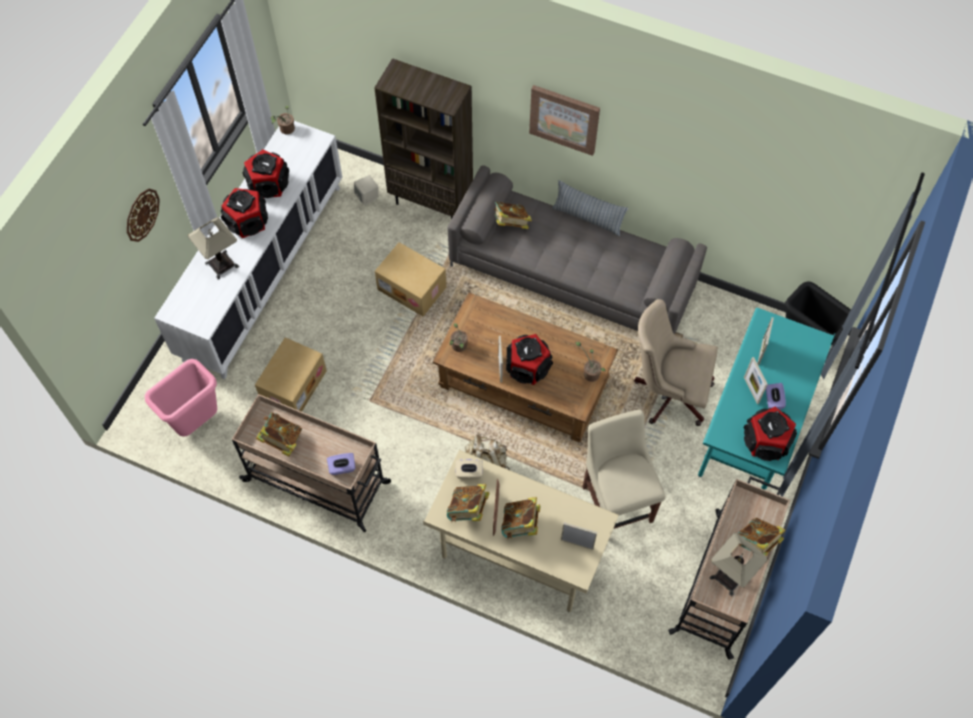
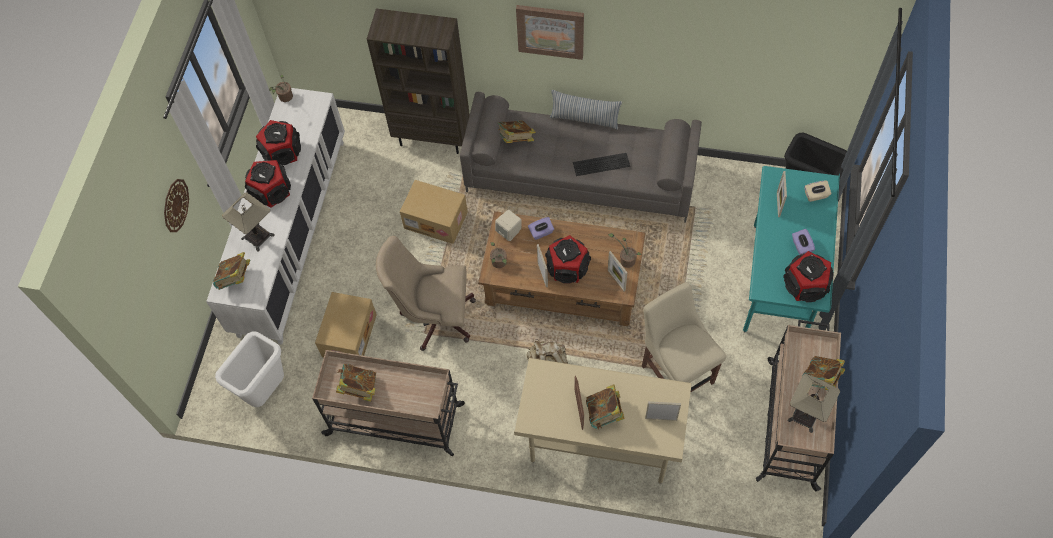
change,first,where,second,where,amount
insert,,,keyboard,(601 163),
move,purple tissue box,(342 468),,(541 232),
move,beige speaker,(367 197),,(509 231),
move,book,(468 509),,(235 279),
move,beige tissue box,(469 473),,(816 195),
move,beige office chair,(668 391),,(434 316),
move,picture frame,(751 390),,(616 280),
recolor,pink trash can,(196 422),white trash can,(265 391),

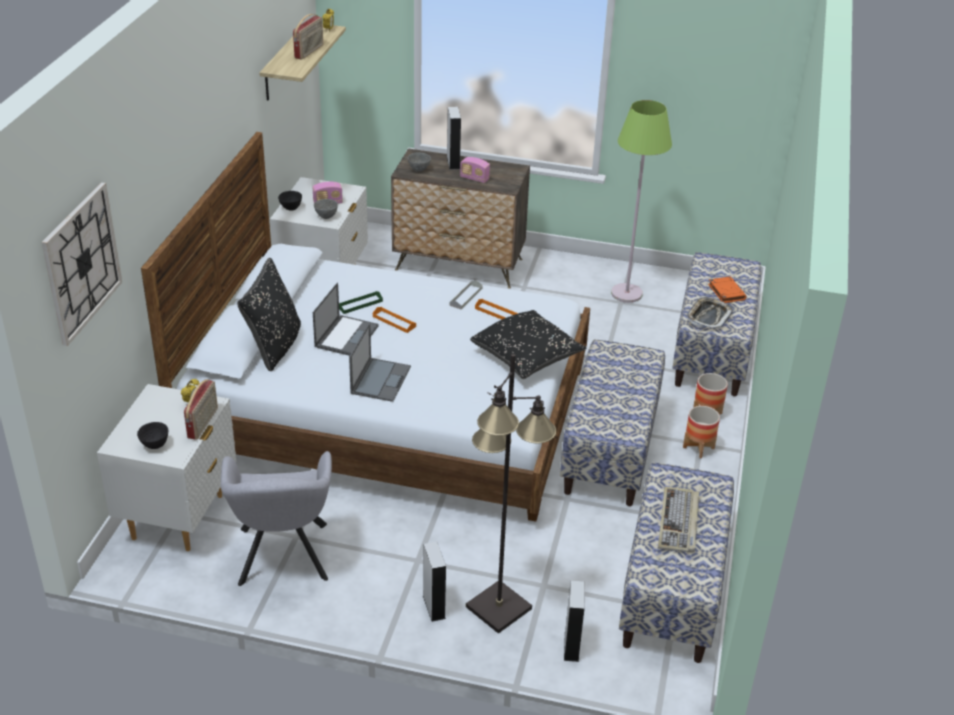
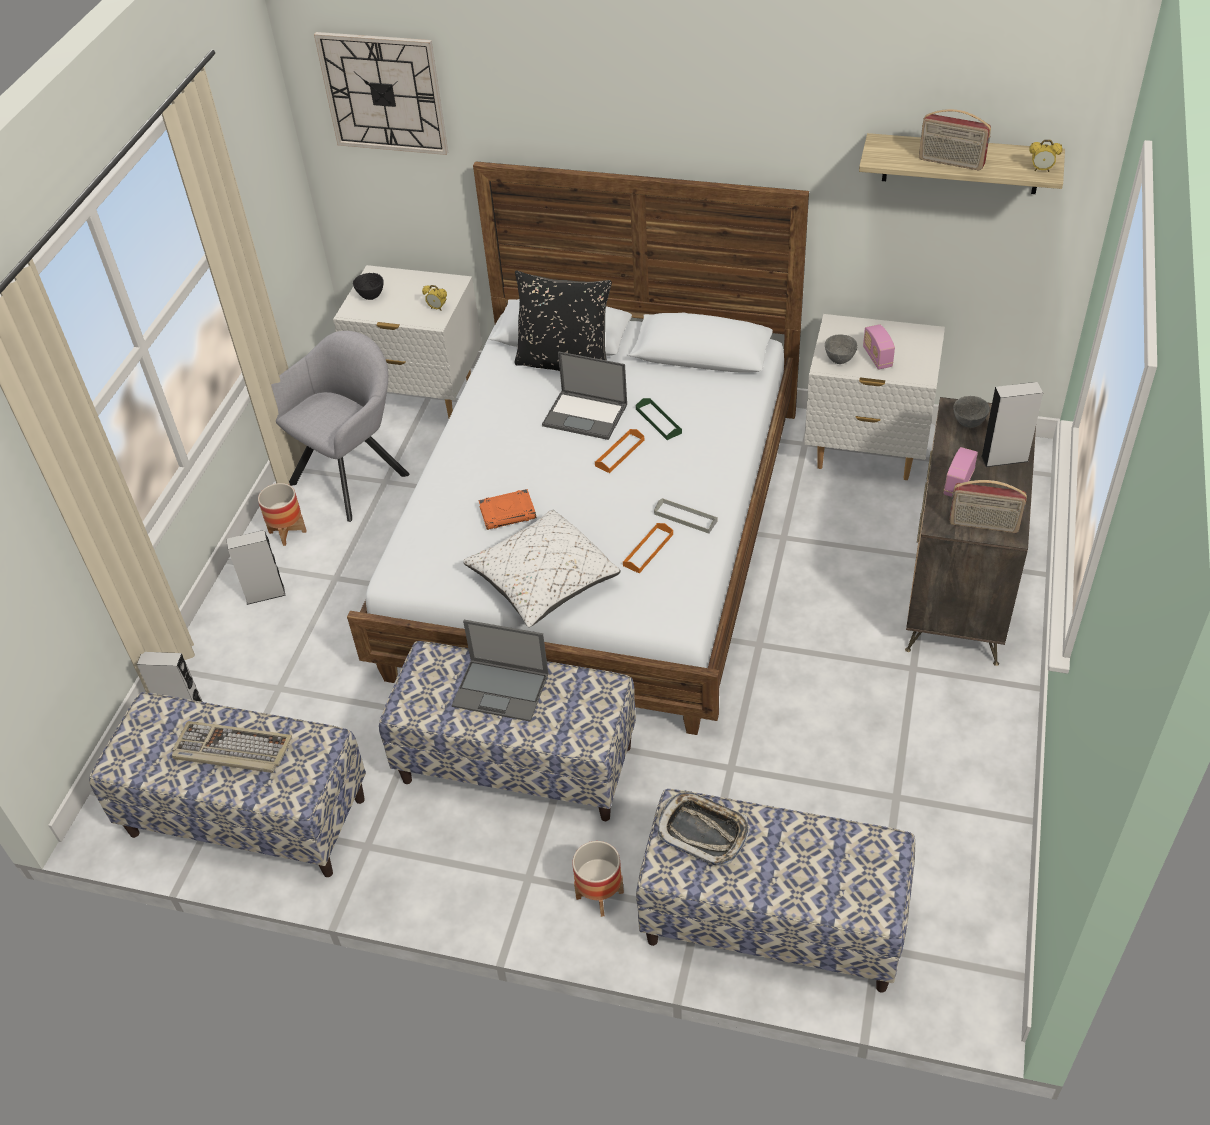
change,first,where,second,where,amount
delete,black bowl,(291 208),,,
delete,black floor lamp,(497 608),,,
delete,green floor lamp,(626 294),,,
move,radio,(203 423),,(983 525),
move,laptop,(380 379),,(502 690),
move,planter,(698 448),,(287 532),
move,orange book,(726 292),,(508 512),
recolor,black pillow,(527 357),white pillow,(543 582),
rotate,grey armchair,(282 558),,(354 475),135 degrees clockwise

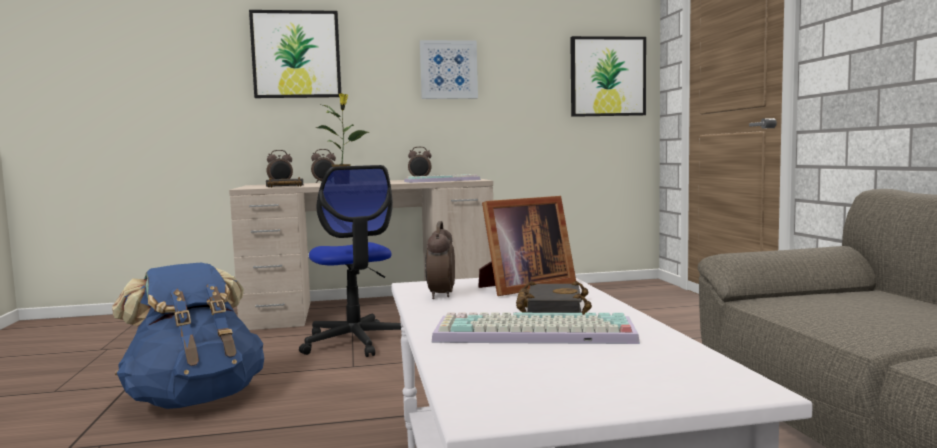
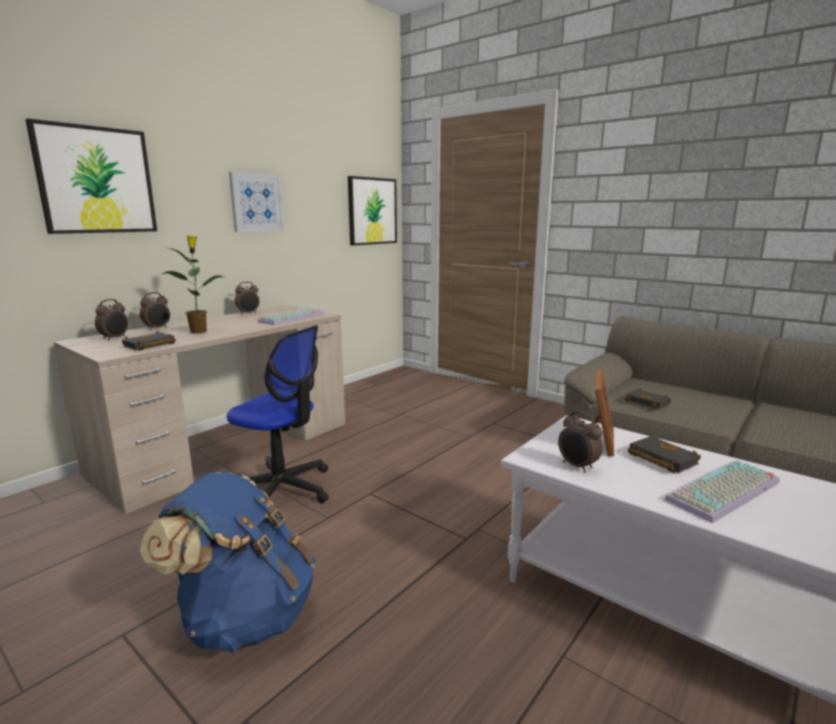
change,first,where,second,where,amount
insert,,,black book,(649 402),

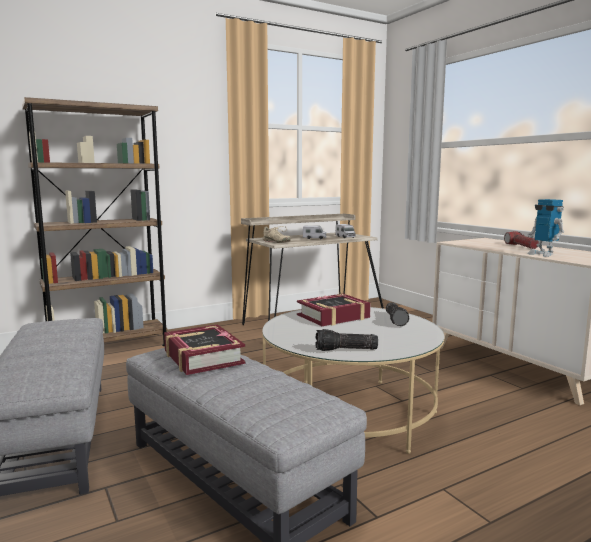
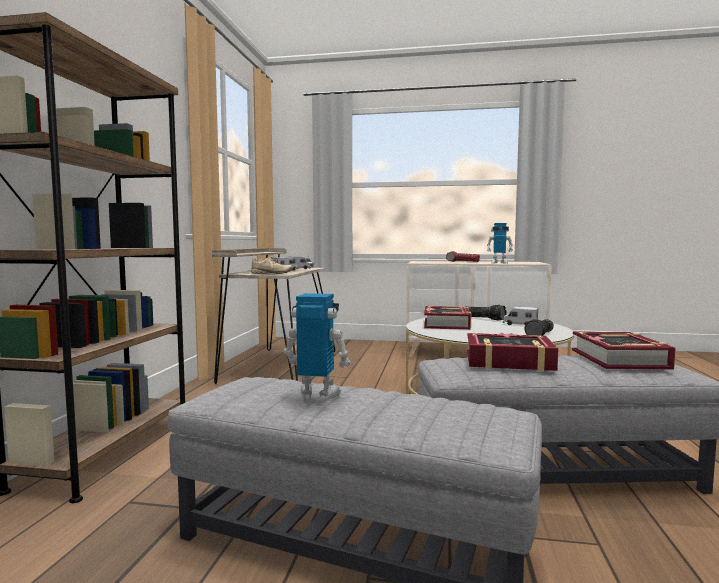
change,first,where,second,where,amount
insert,,,toy robot,(317 397),
insert,,,toy truck,(520 324),
insert,,,book,(619 359),

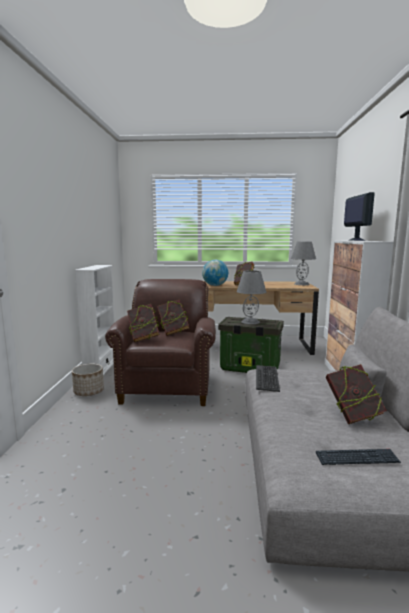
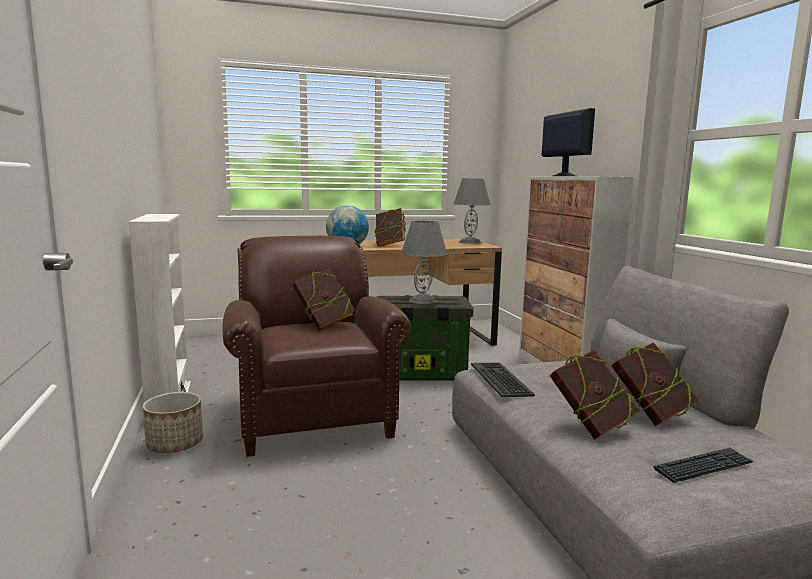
change,first,where,second,where,amount
move,book,(143 339),,(590 427),

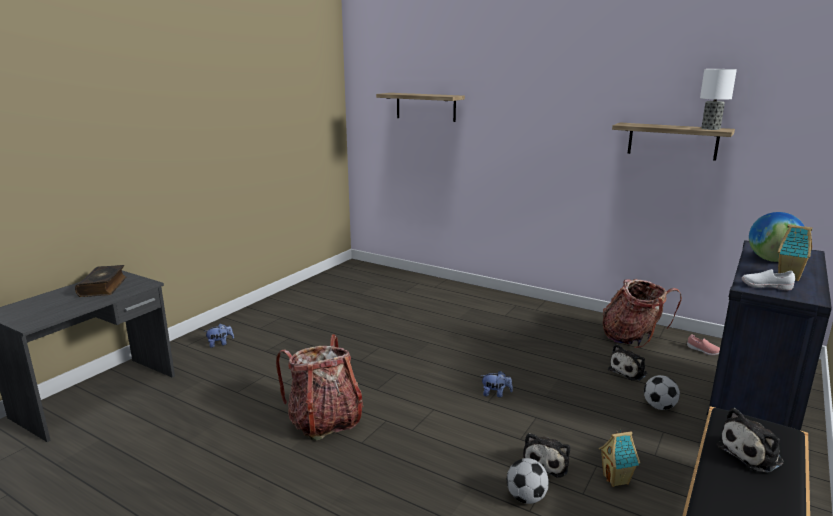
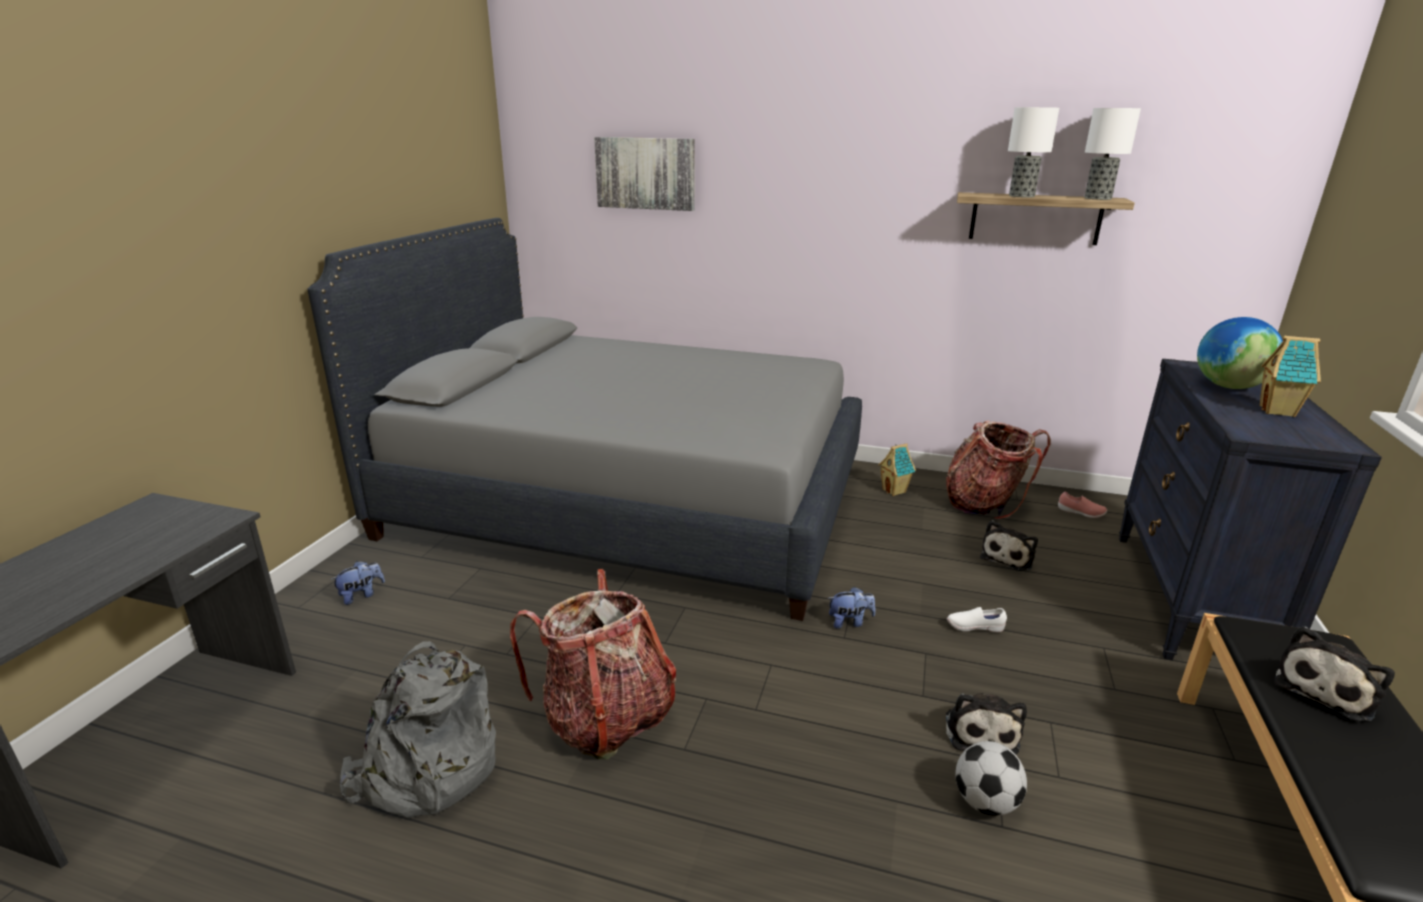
change,first,where,second,where,amount
delete,book,(104 287),,,
delete,football,(659 407),,,
insert,,,grey bed,(630 501),
insert,,,grey backpack,(426 770),
insert,,,table lamp,(1021 196),
move,toy house,(616 479),,(894 491),
move,white shoe,(765 287),,(974 627),
replace,shelf,(425 107),picture,(645 173),

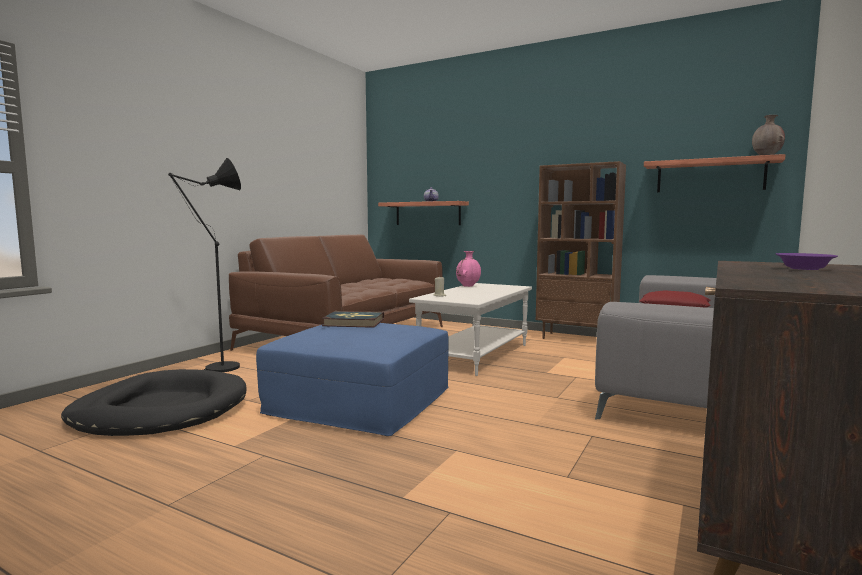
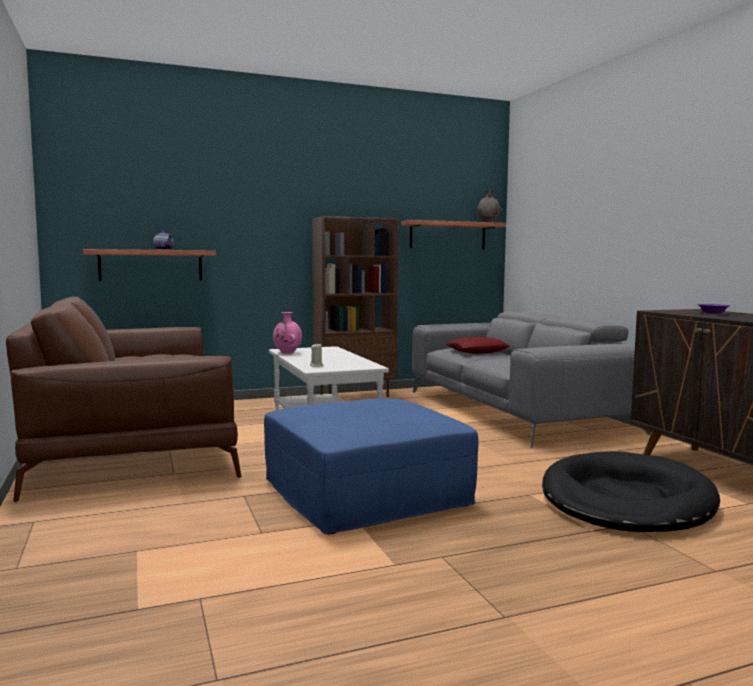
change,first,where,second,where,amount
delete,black floor lamp,(215 369),,,
delete,book,(353 322),,,
move,black dog bed,(161 410),,(626 500),

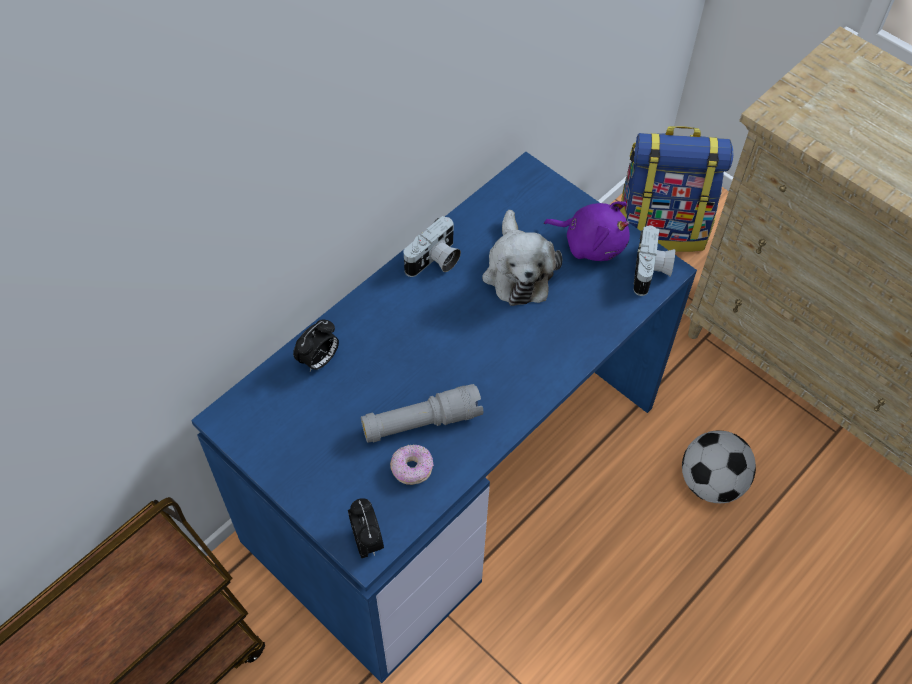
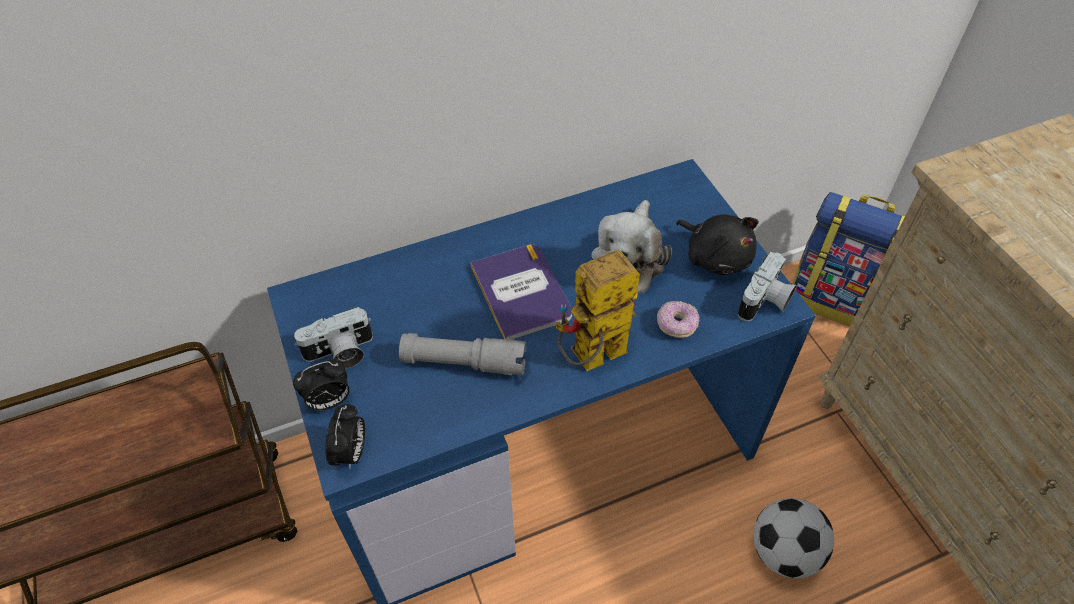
change,first,where,second,where,amount
insert,,,book,(521 292),
insert,,,toy robot,(591 360),
move,alarm clock,(319 360),,(329 401),
move,donut,(412 469),,(676 325),
move,photo camera,(435 261),,(340 353),
recolor,purple plush toy,(591 243),black plush toy,(715 256),

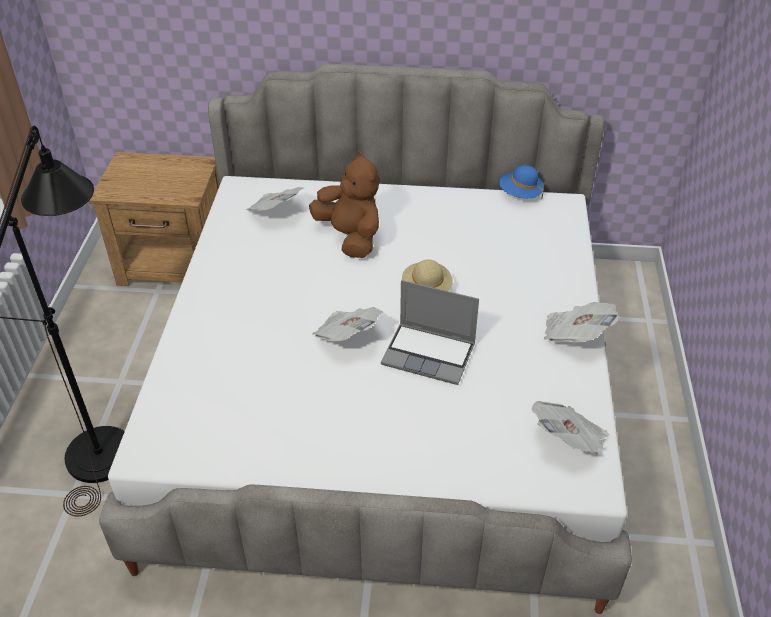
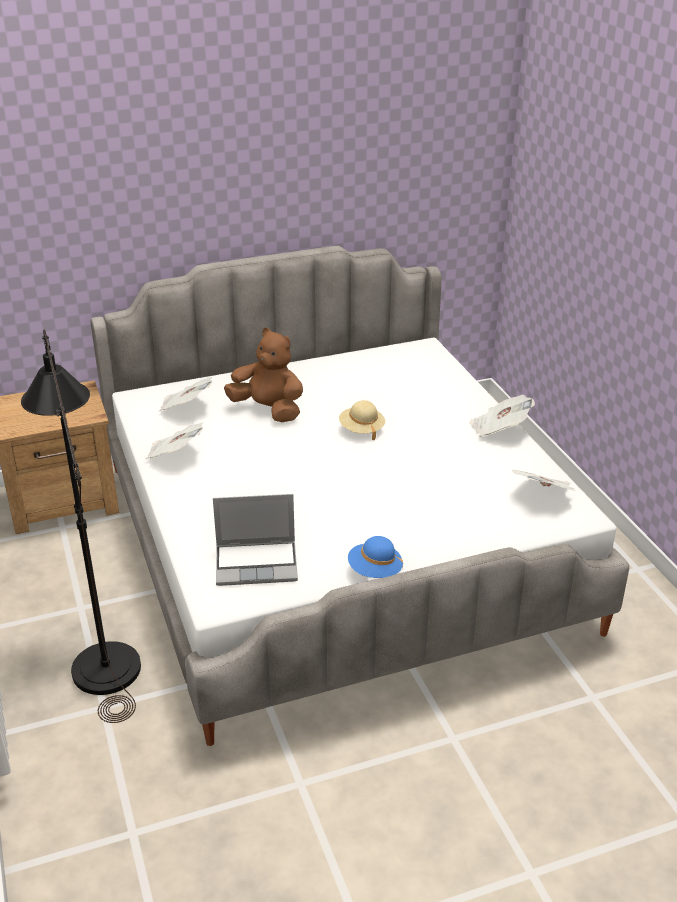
change,first,where,second,where,amount
move,newspaper,(347 336),,(175 454),
move,laptop,(430 354),,(257 563),
move,blue hat,(520 193),,(375 571),

